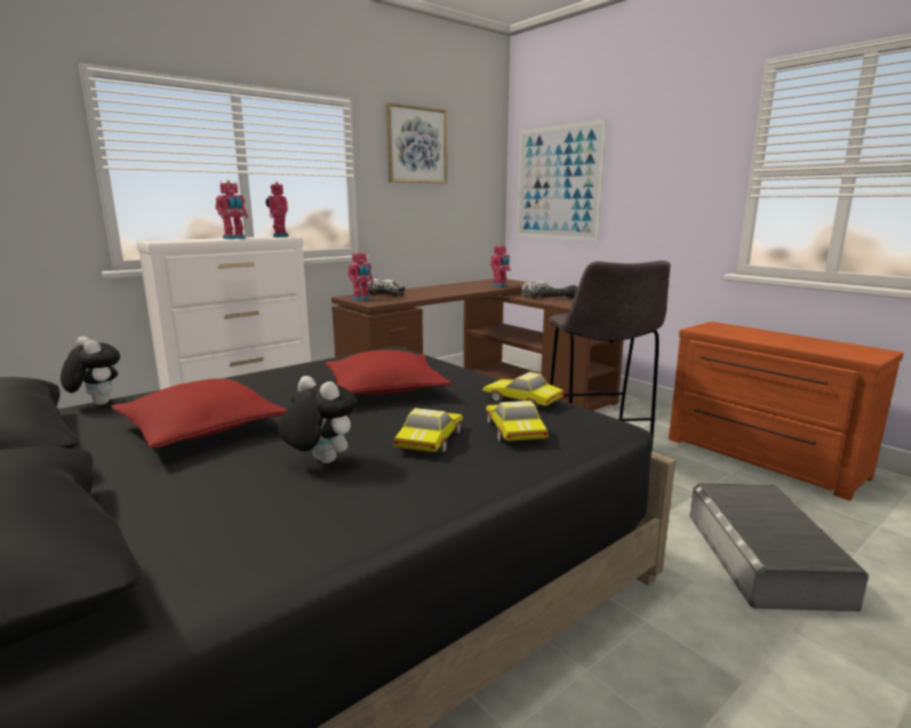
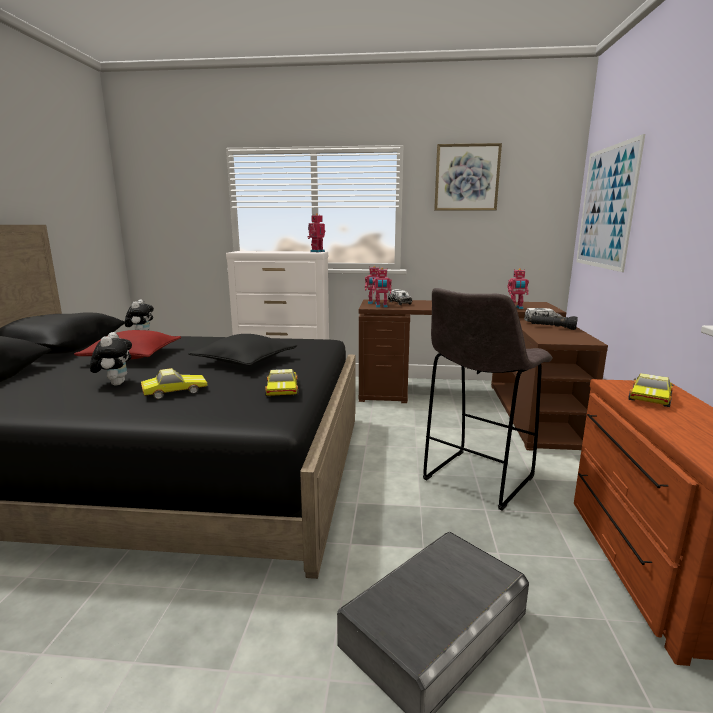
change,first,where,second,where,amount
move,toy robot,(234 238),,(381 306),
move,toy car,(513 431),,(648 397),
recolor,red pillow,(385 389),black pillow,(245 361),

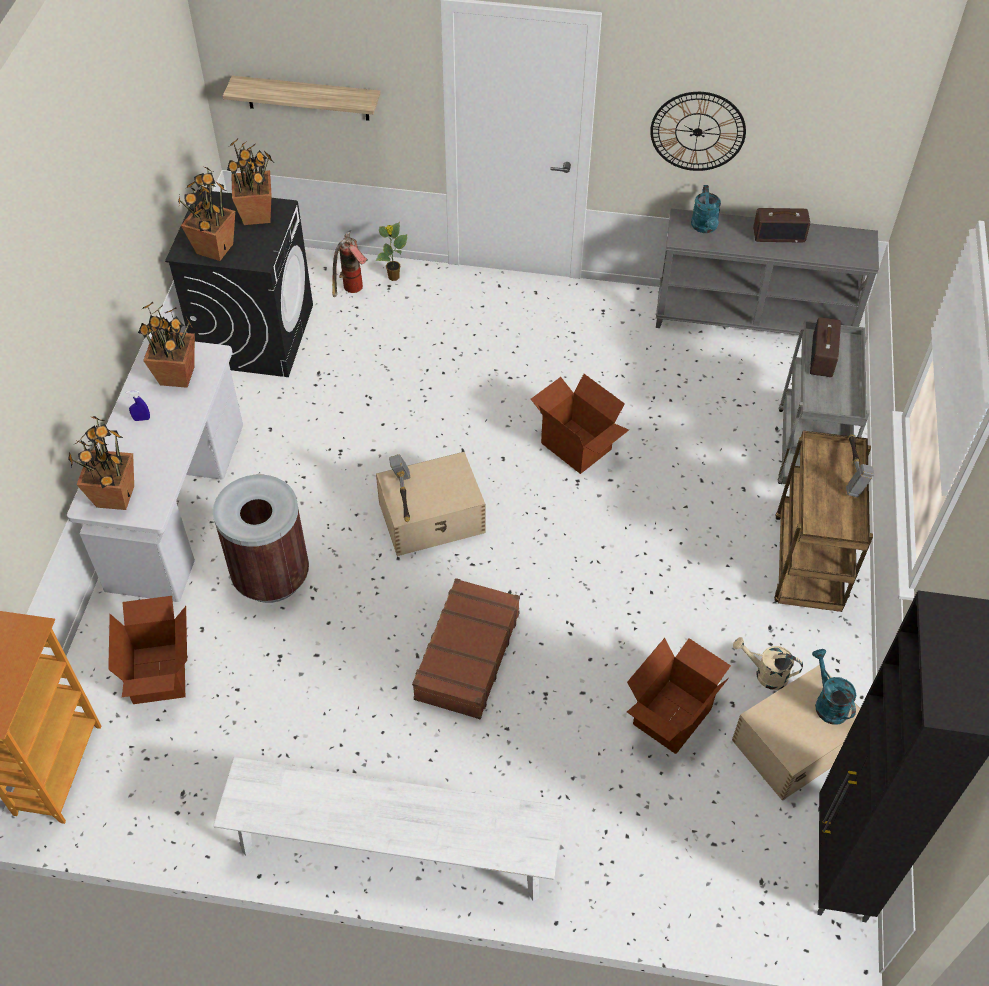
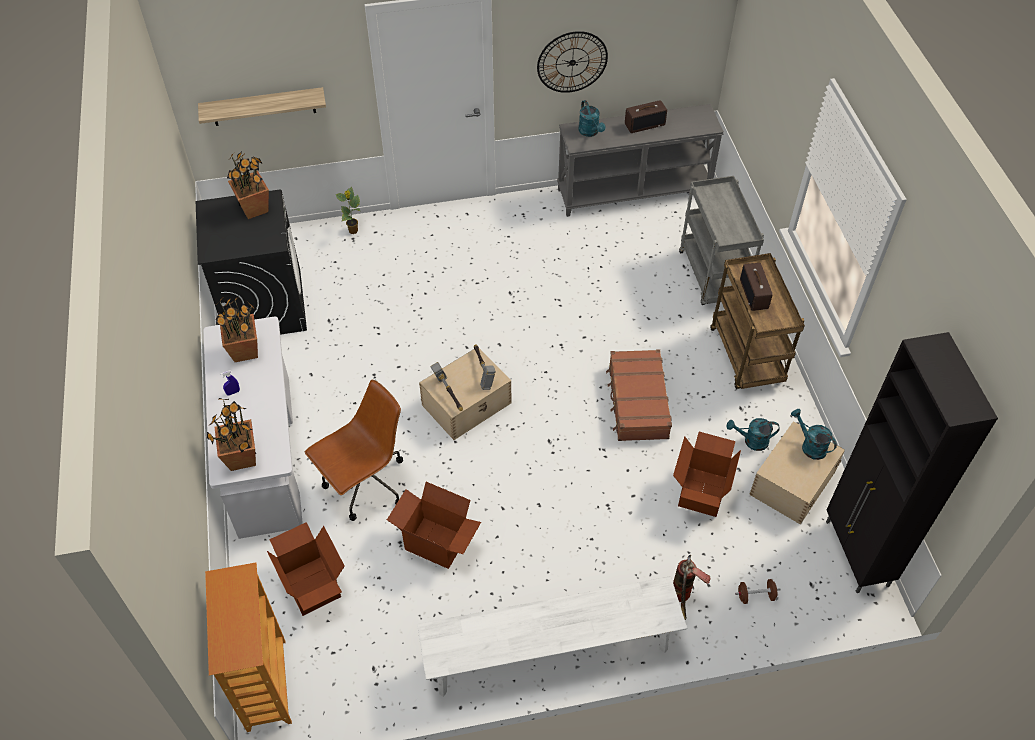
change,first,where,second,where,amount
delete,potted plant,(214 249),,,
insert,,,brown dumbbell,(755 596),
move,fire extinguisher,(351 292),,(682 600),
move,brown suitcase,(466 656),,(637 402),
move,cardboard box,(577 445),,(437 542),
move,radio,(823 357),,(754 294),
move,hammer,(852 472),,(483 371),
replace,brown trash can,(271 576),brown office chair,(365 485),
recolor,beige watering can,(765 674),turquoise watering can,(751 441),

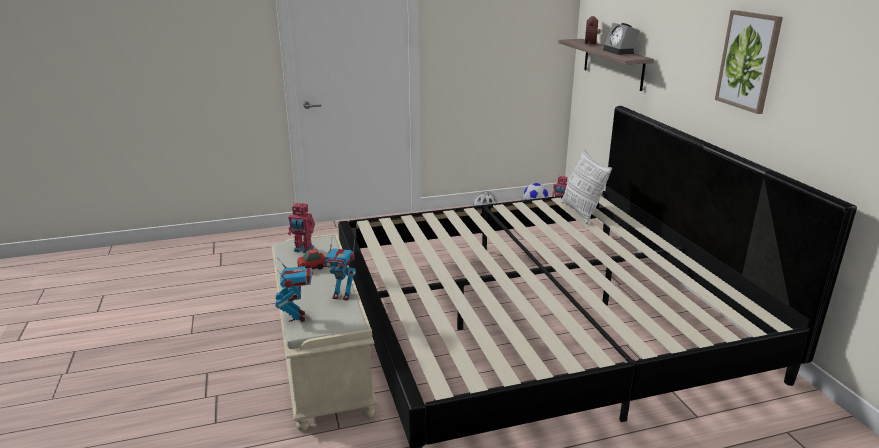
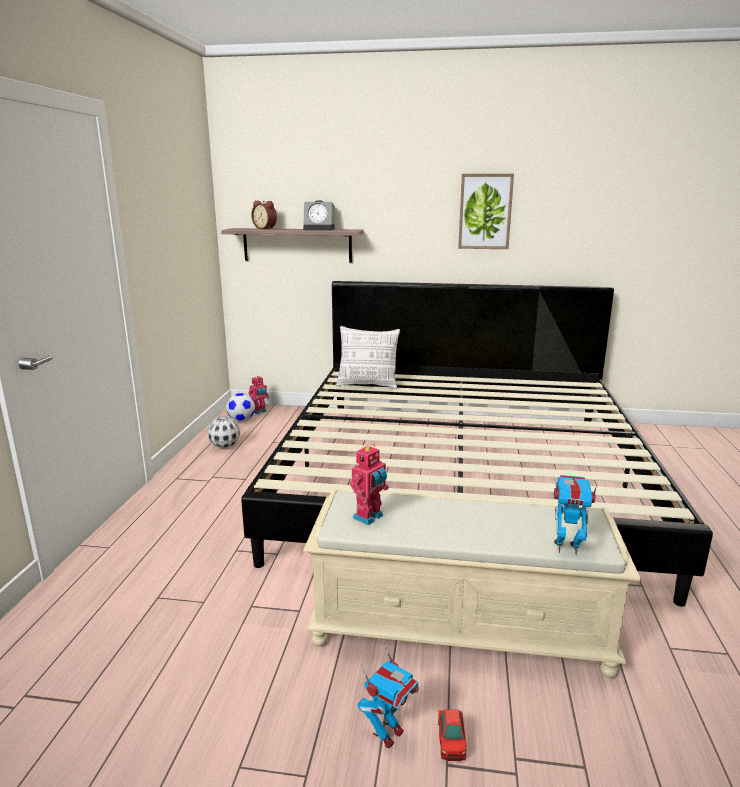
change,first,where,second,where,amount
move,toy car,(312 267),,(451 742),
move,toy robot,(342 296),,(388 734),

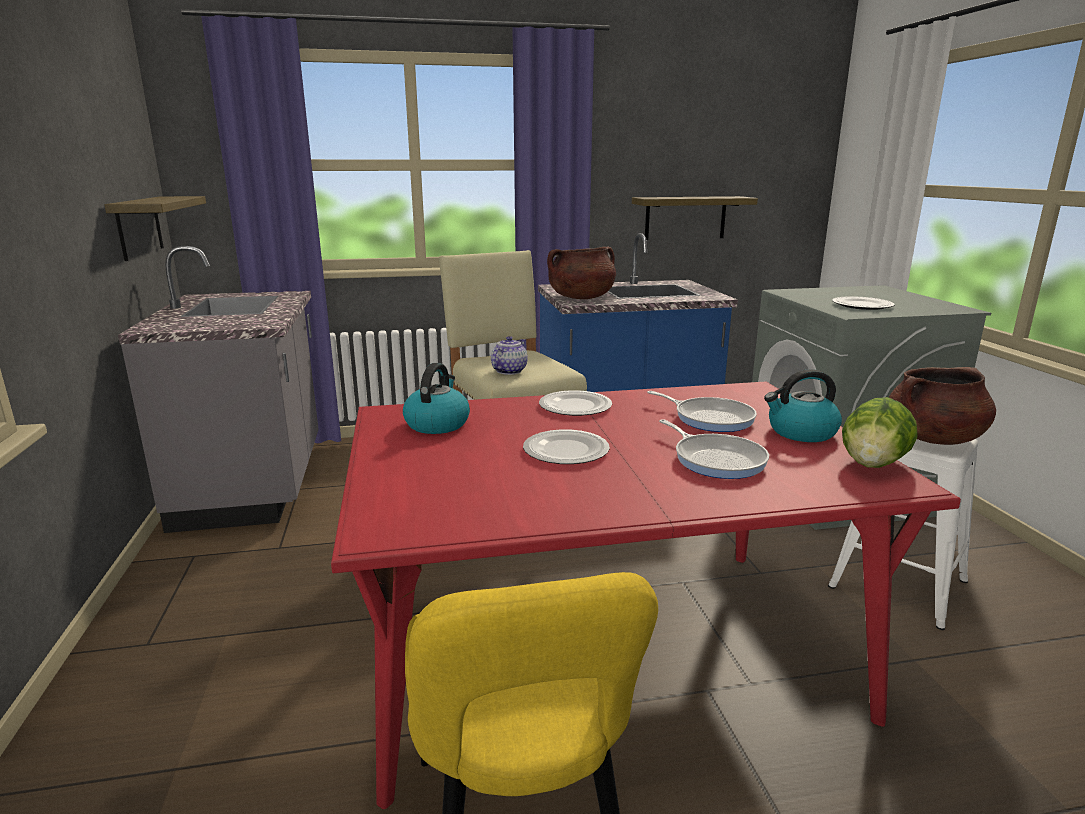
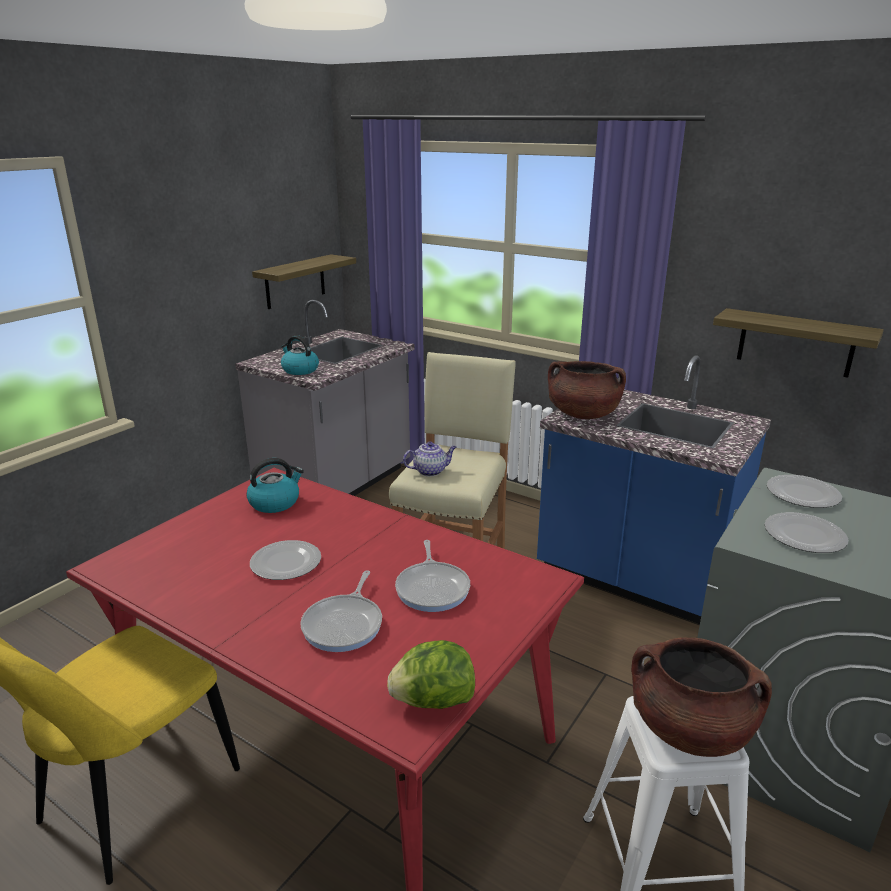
change,first,where,second,where,amount
move,plate,(574 407),,(801 494),
move,kettle,(801 432),,(299 370),

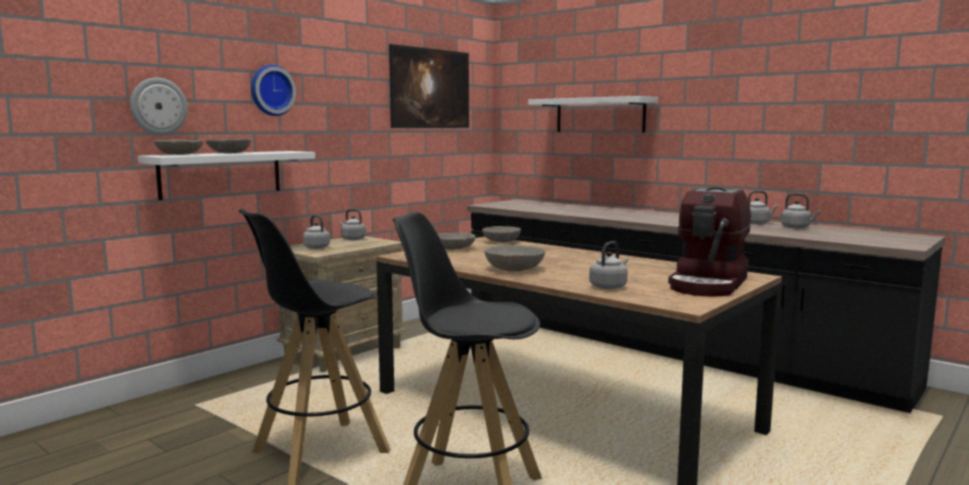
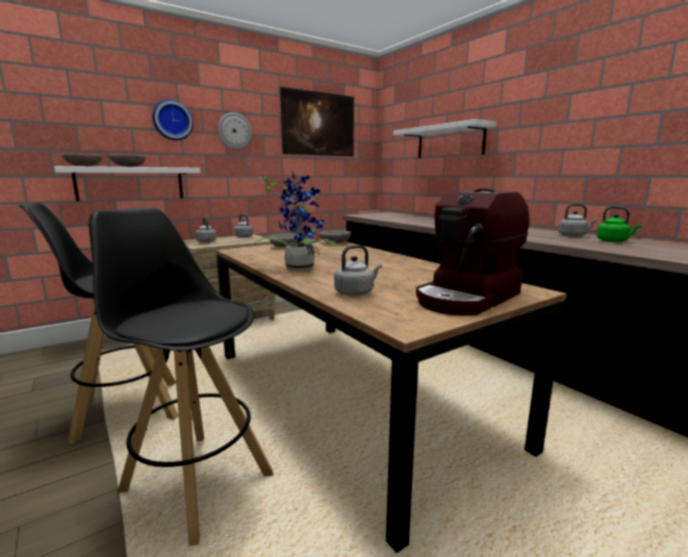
change,first,where,second,where,amount
move,wall clock,(158 106),,(234 131),
replace,grey bowl,(515 269),potted plant,(299 267),
recolor,grey kettle,(797 227),green kettle,(613 241),

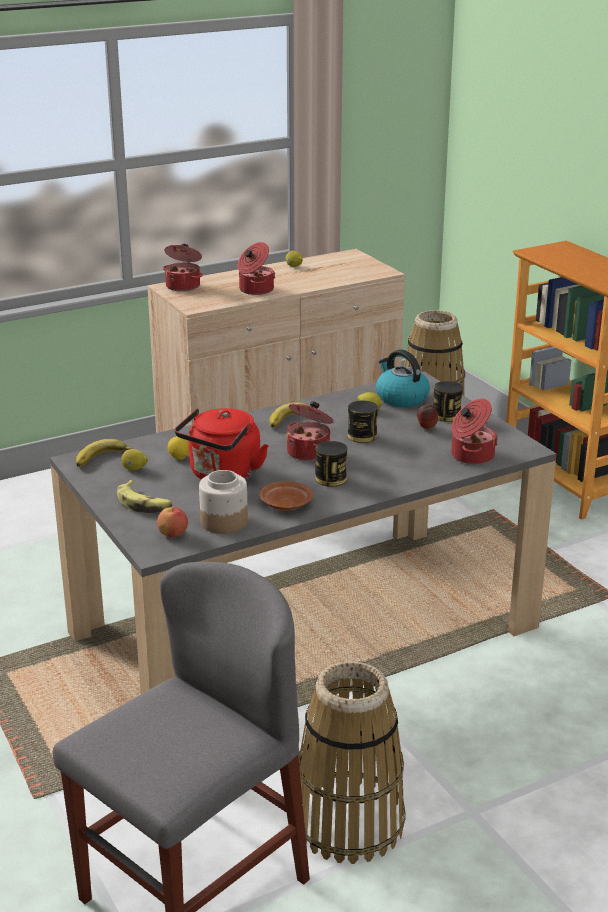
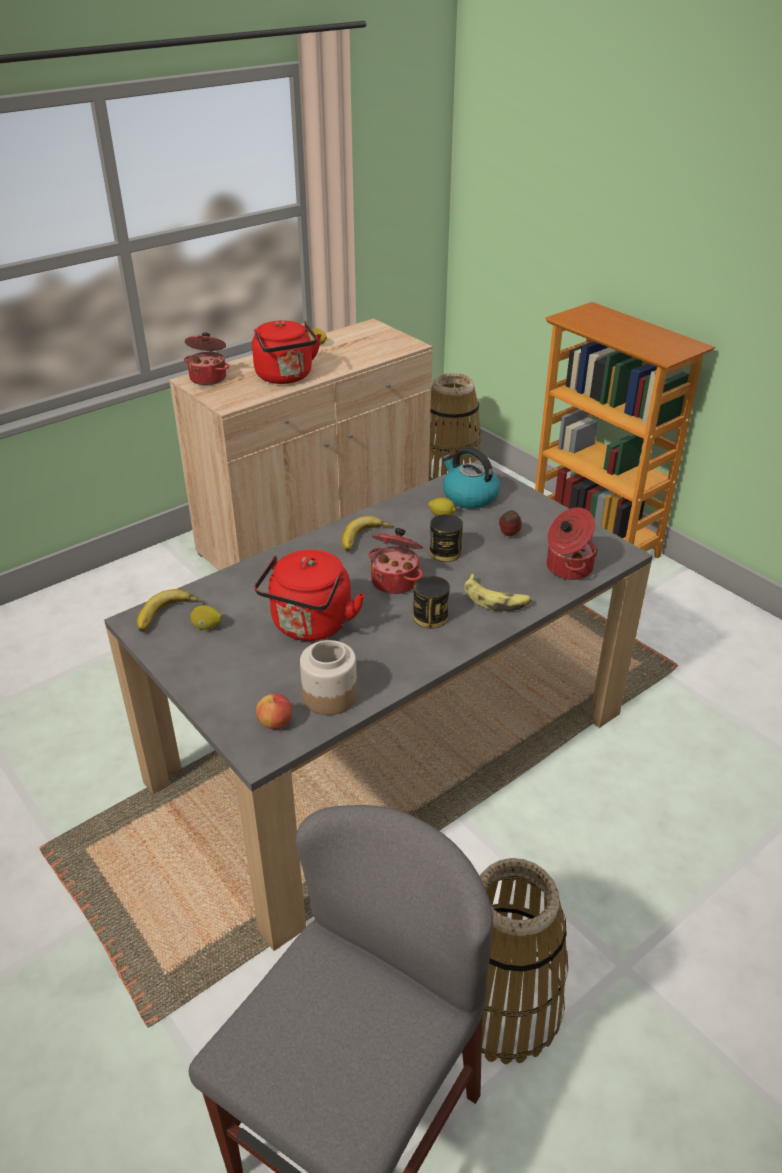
change,first,where,second,where,amount
delete,lemon,(179 457),,,
delete,brown plate,(285 504),,,
delete,can,(446 415),,,
move,banana,(144 504),,(496 599),
replace,cooking pot,(255 290),red kettle,(286 377),

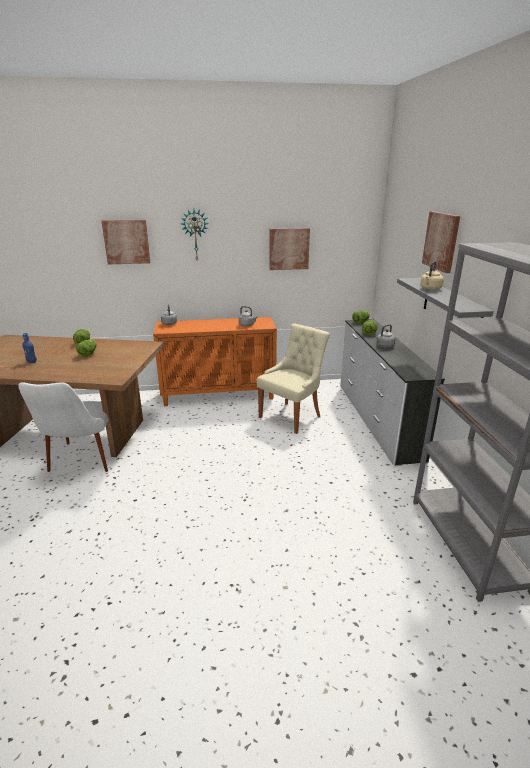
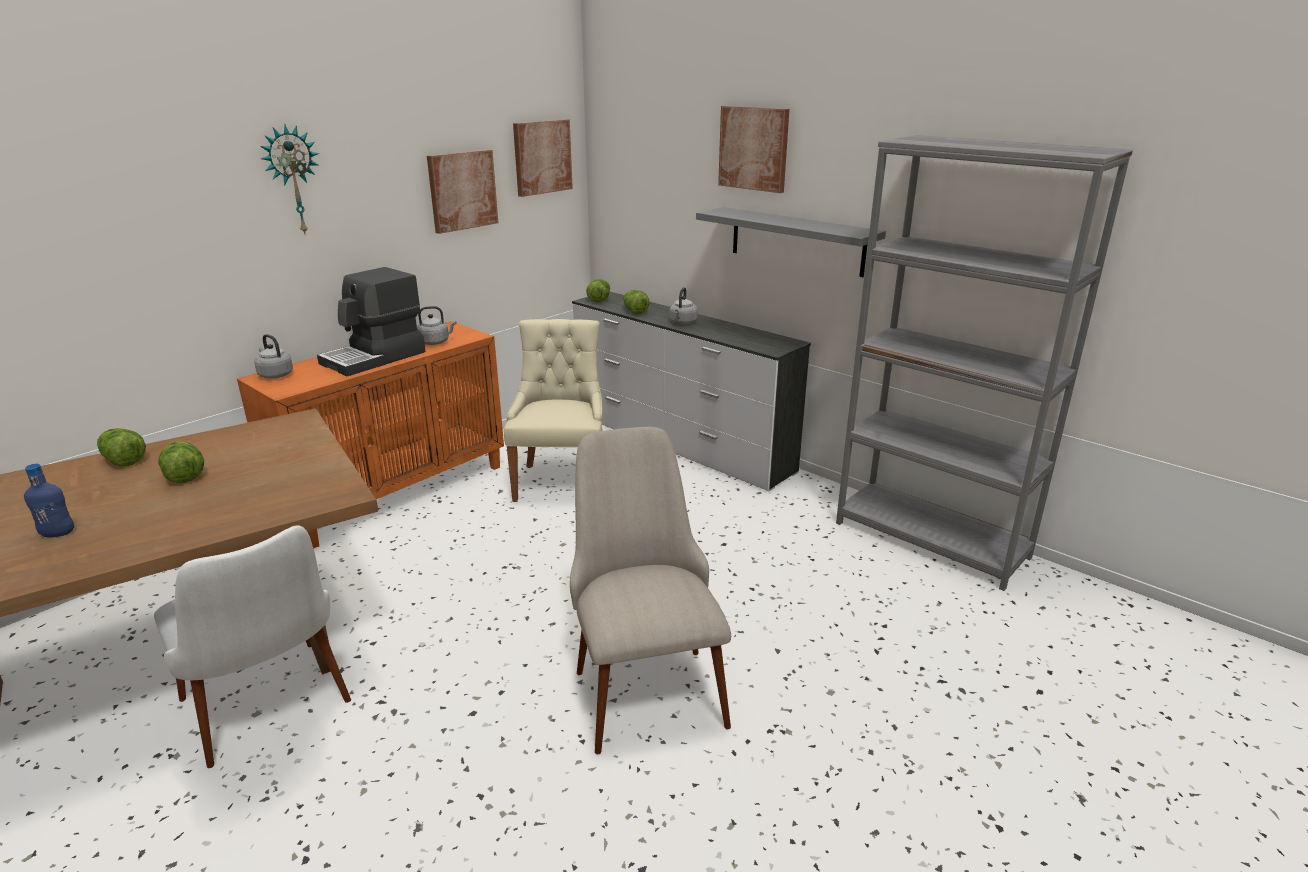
change,first,where,second,where,amount
delete,beige kettle,(430 288),,,
insert,,,coffee machine,(375 358),
insert,,,beige chair,(643 679),
move,picture,(126 242),,(542 157),

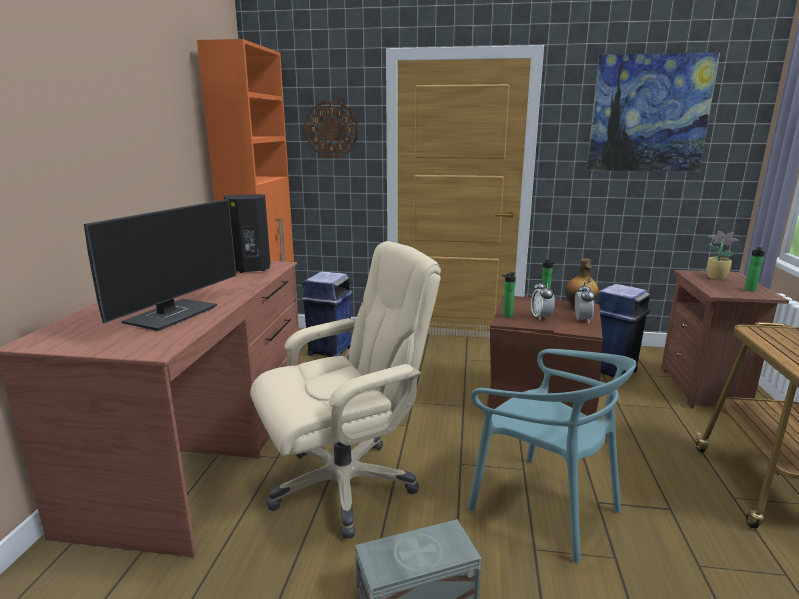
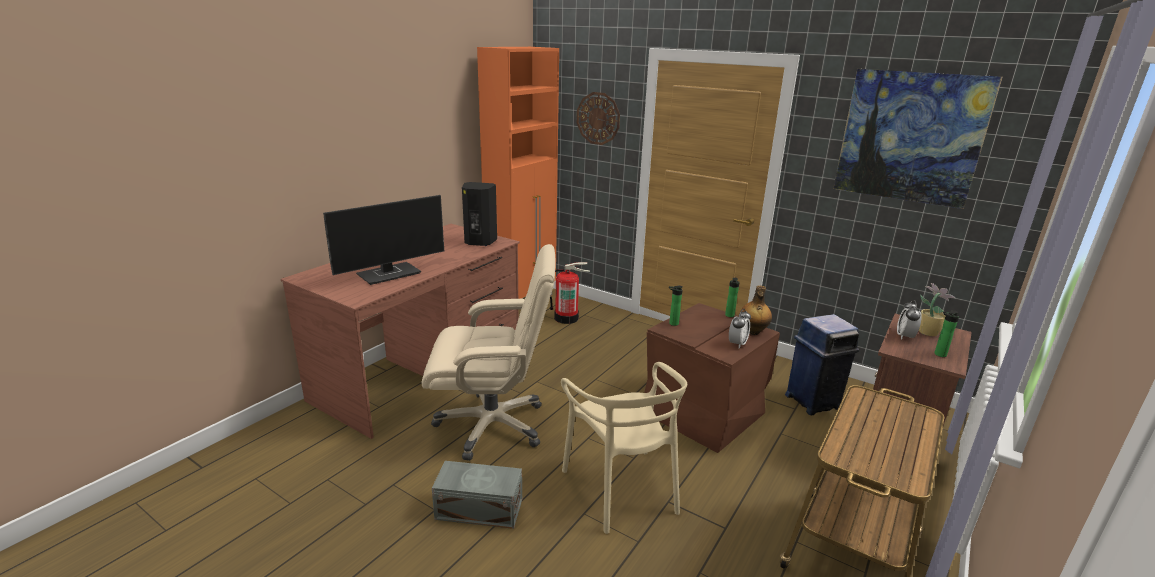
change,first,where,second,where,amount
move,alarm clock,(541 317),,(905 336),
replace,blue trash can,(329 351),fire extinguisher,(566 318),
recolor,turquoise chair,(544 506),beige chair,(621 489),

